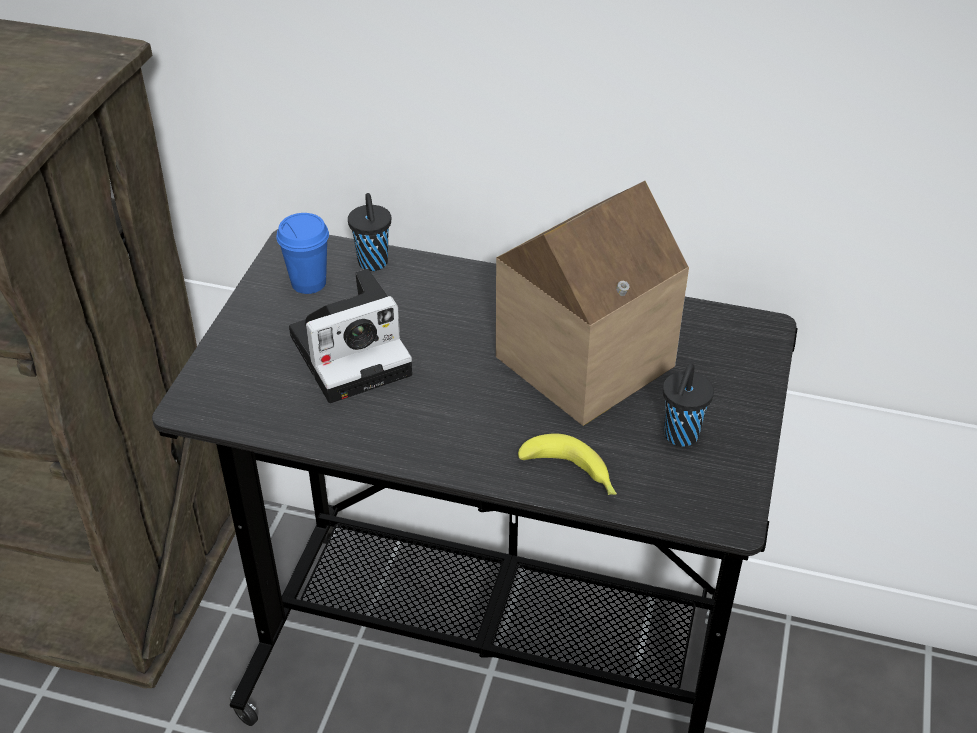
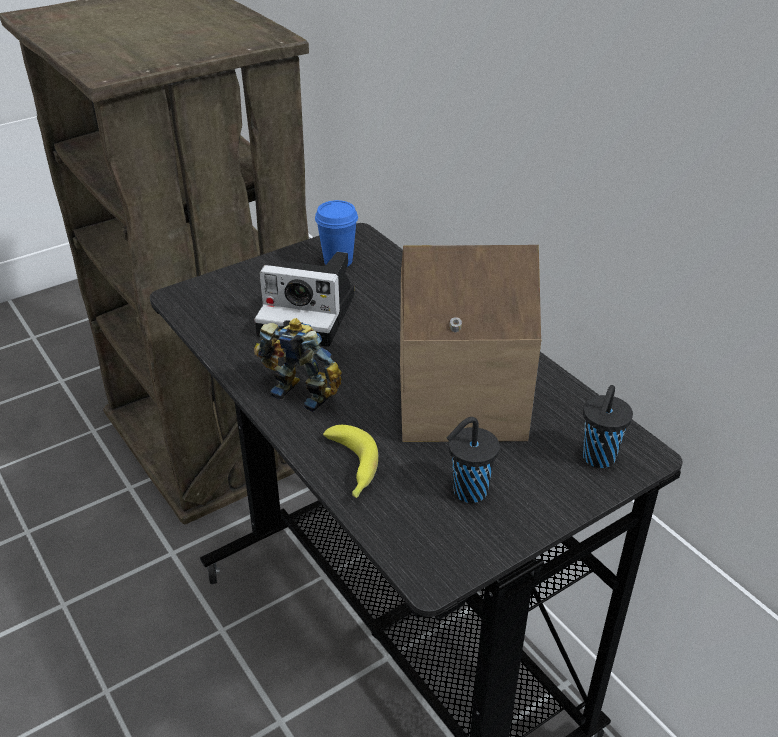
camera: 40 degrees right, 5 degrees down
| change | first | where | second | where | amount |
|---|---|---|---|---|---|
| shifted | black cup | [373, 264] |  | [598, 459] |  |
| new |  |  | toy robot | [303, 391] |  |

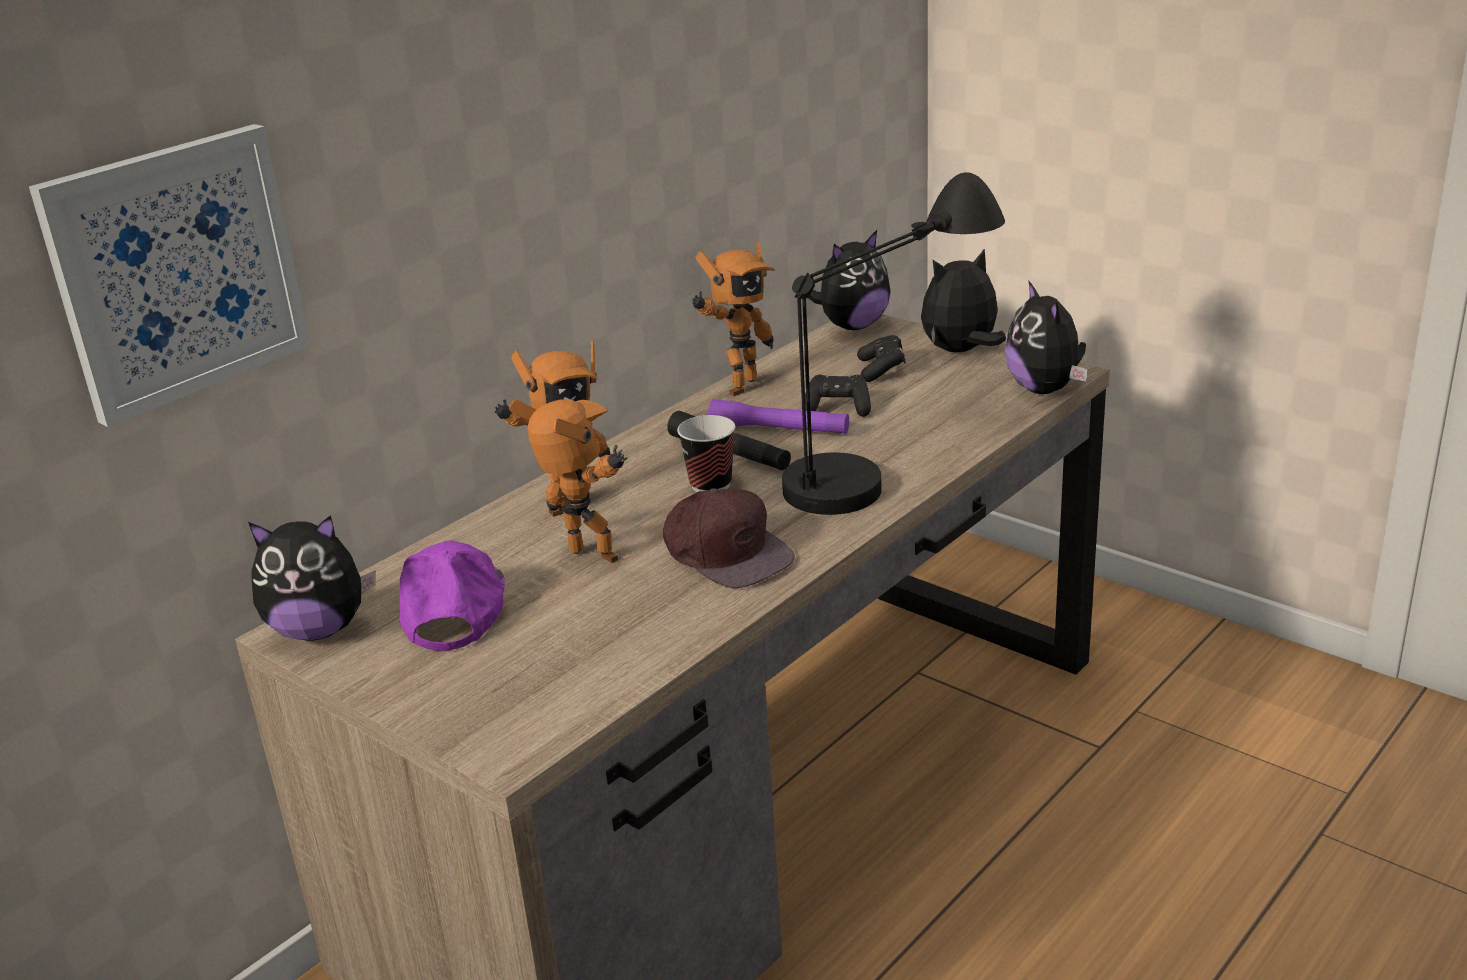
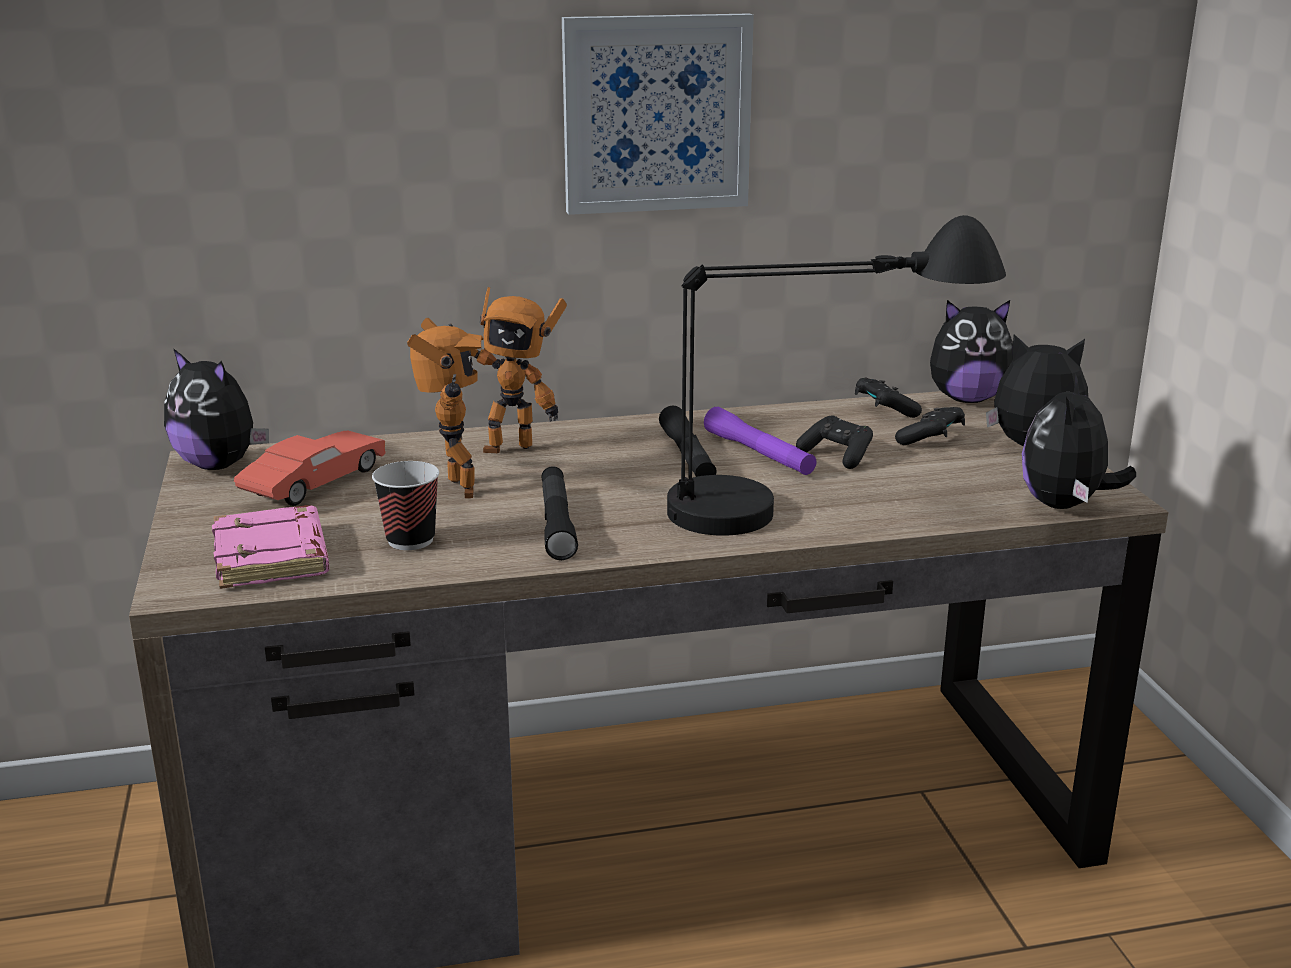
camera: 35 degrees right, 5 degrees down
| change | first | where | second | where | amount |
|---|---|---|---|---|---|
| shifted | picture | [177, 271] |  | [656, 113] |  |
| gone | toy robot | [737, 386] |  |  |  |
| shifted | cup | [710, 484] |  | [410, 540] |  |
| swapped | brown cap | [725, 551] | black flashlight | [557, 523] |  |
| swapped | purple cap | [452, 608] | red toy car | [314, 485] |  |
| new |  |  | black game controller | [884, 410] |  |
| new |  |  | pink book | [273, 557] |  |

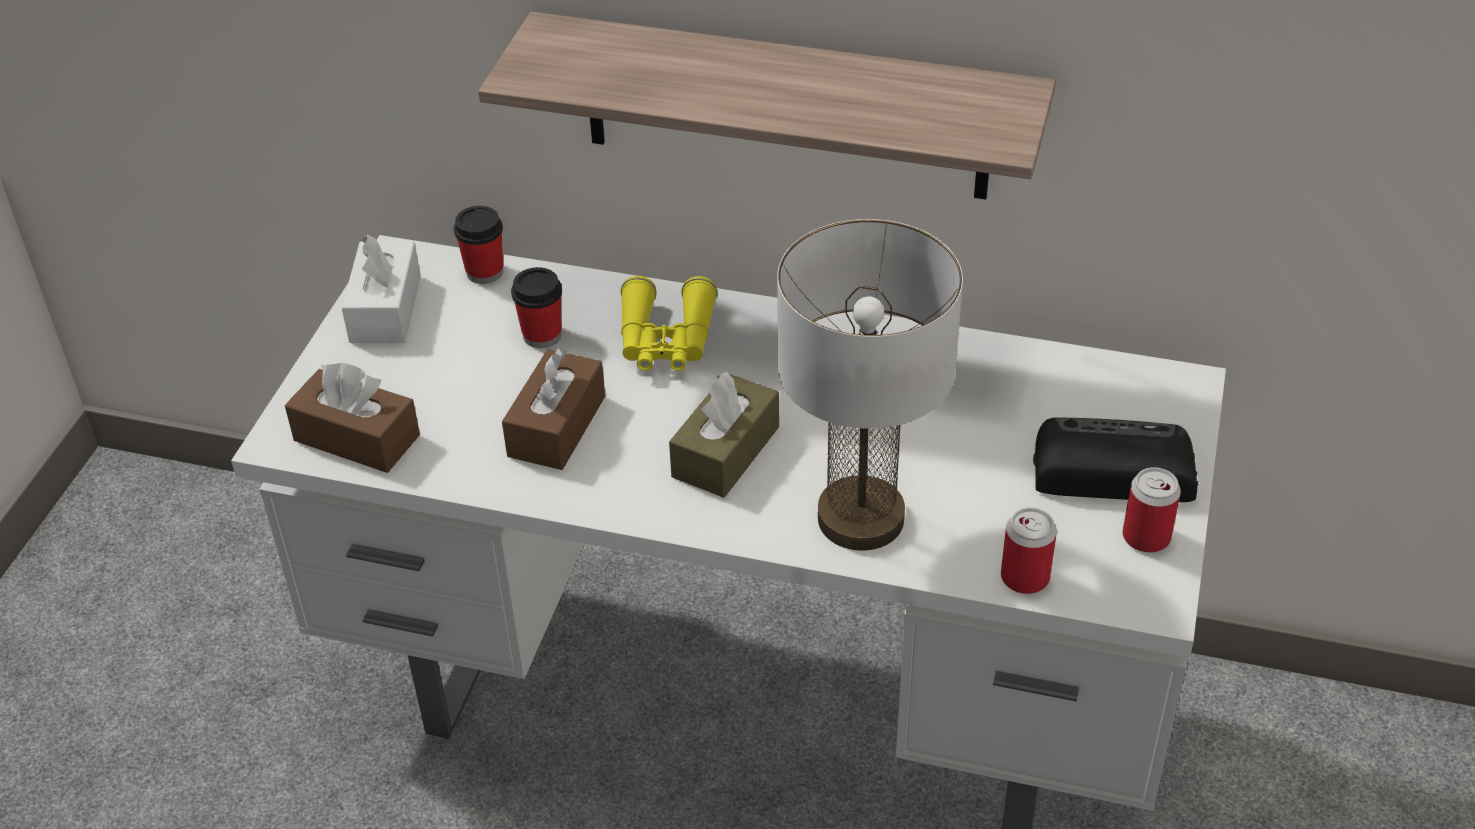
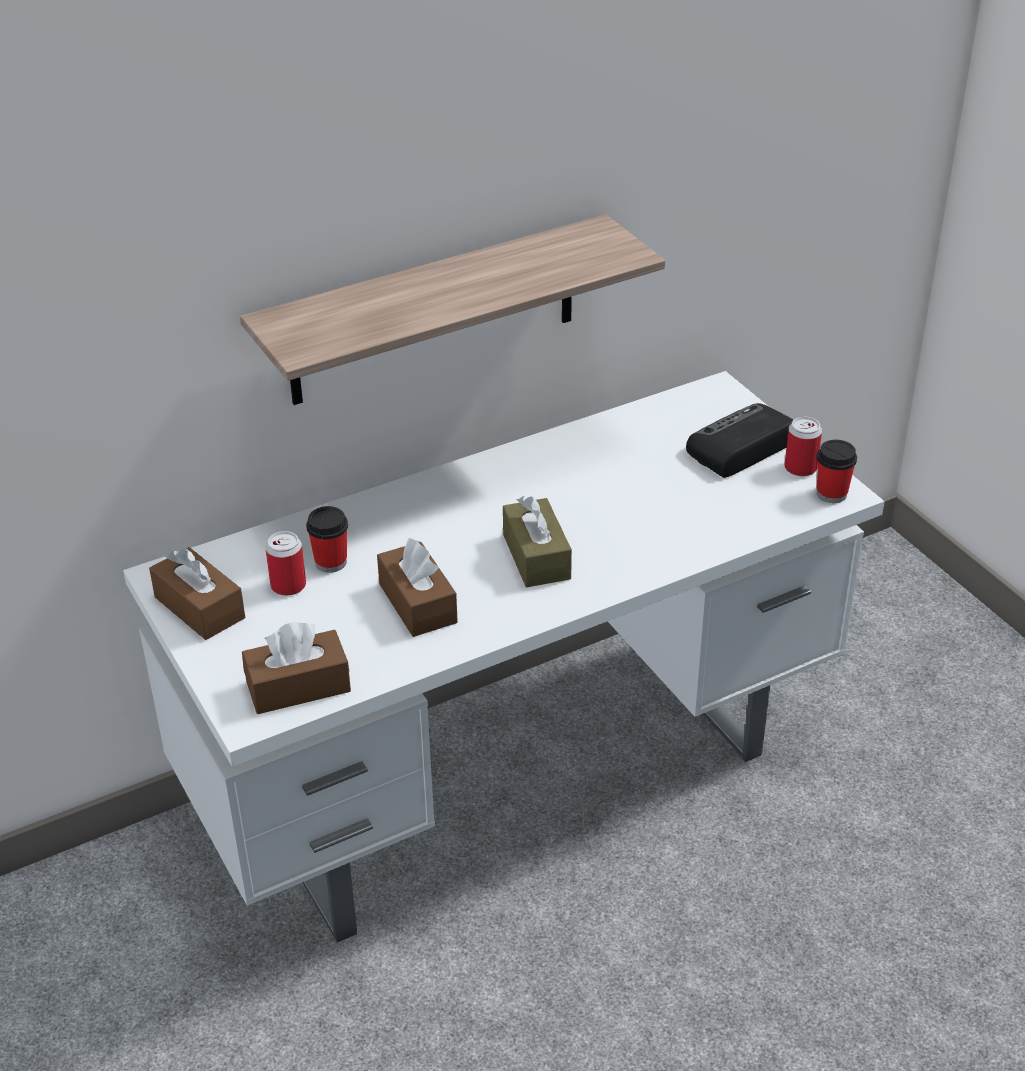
camera: 45 degrees left, 5 degrees down
| change | first | where | second | where | amount |
|---|---|---|---|---|---|
| shifted | cup | [484, 272] |  | [831, 494] |  |
| gone | table lamp | [859, 519] |  |  |  |
| repainted | white tissue box | [385, 309] | brown tissue box | [199, 607] |  |
| gone | yellow binoculars | [666, 340] |  |  |  |
| shifted | can | [1025, 577] |  | [288, 585] |  |

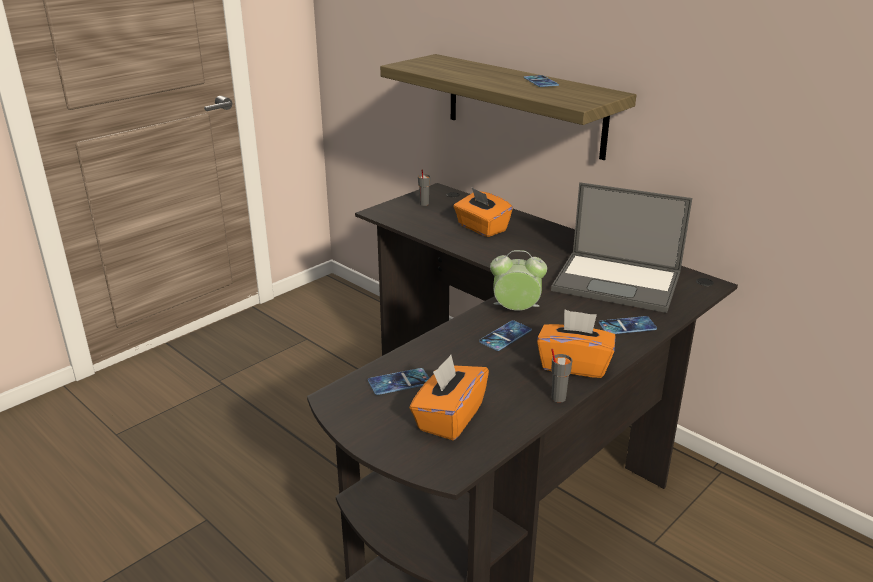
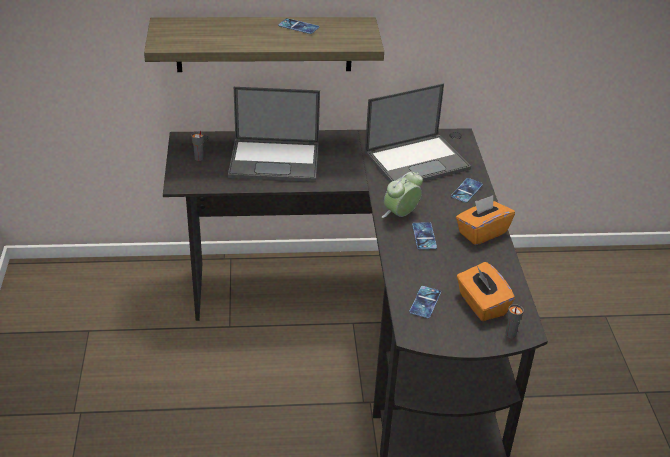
camera: 50 degrees left, 10 degrees up
| change | first | where | second | where | amount |
|---|---|---|---|---|---|
| swapped | orange tissue box | [481, 228] | laptop | [276, 160] |  |
| shifted | grey cup | [558, 398] |  | [510, 334] |  |

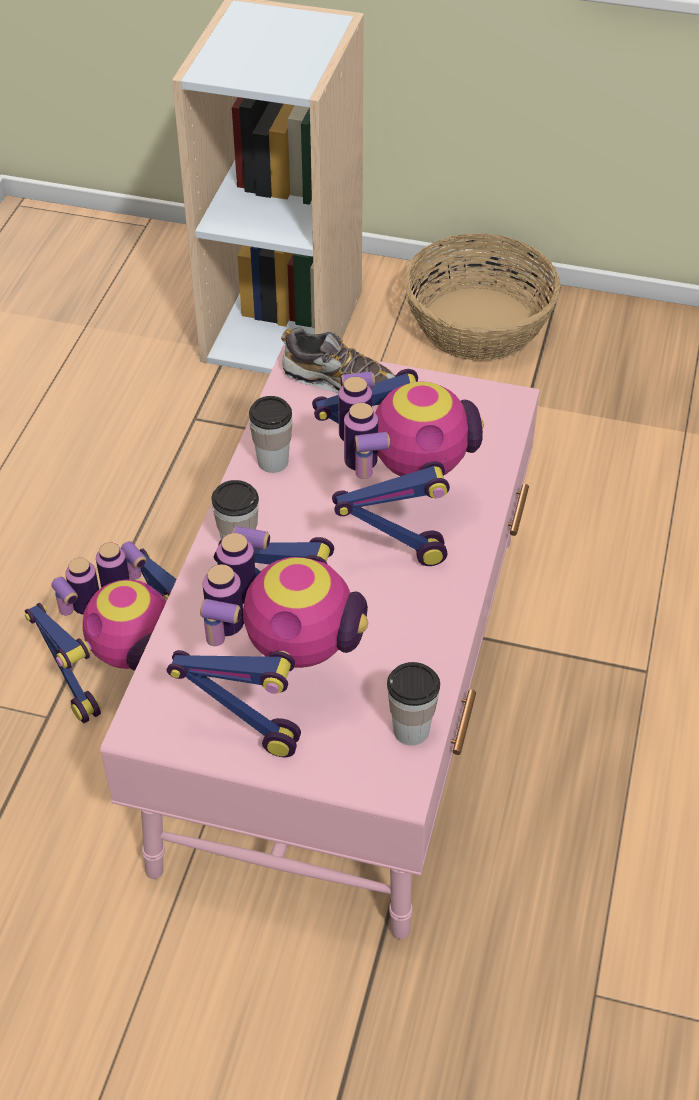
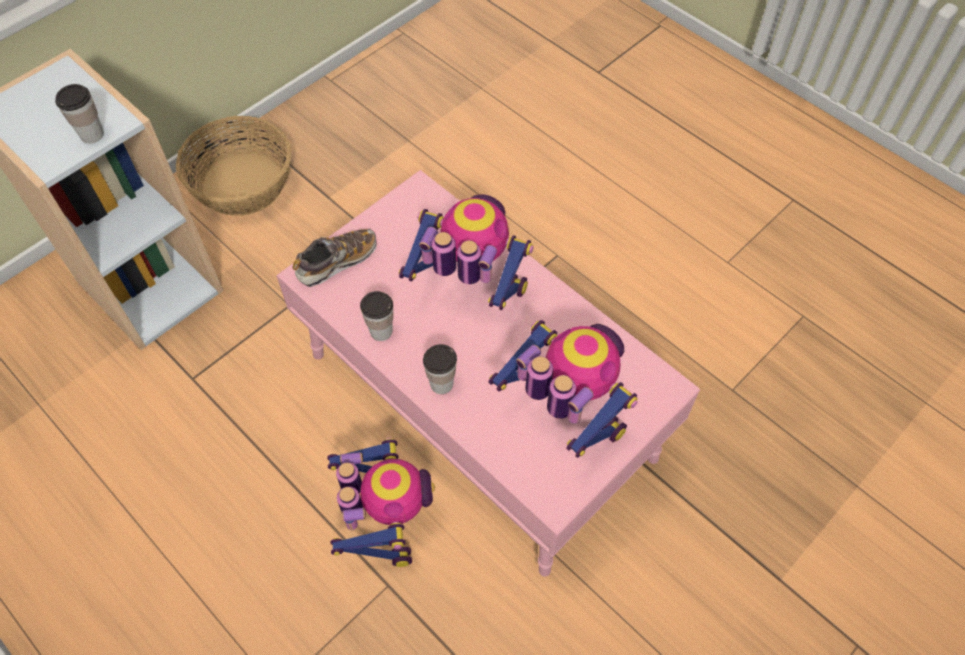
camera: 60 degrees left, 10 degrees up
| change | first | where | second | where | amount |
|---|---|---|---|---|---|
| shifted | cup | [411, 730] |  | [92, 135] |  |

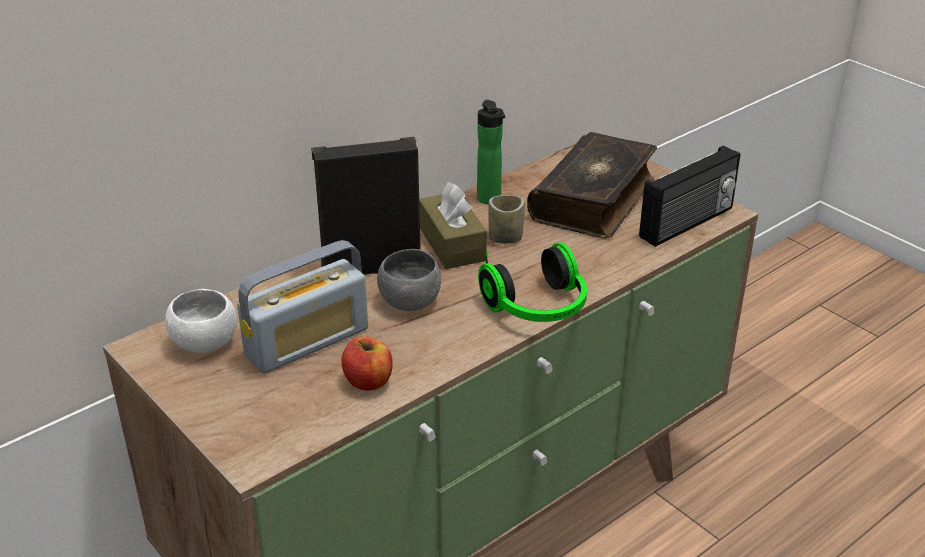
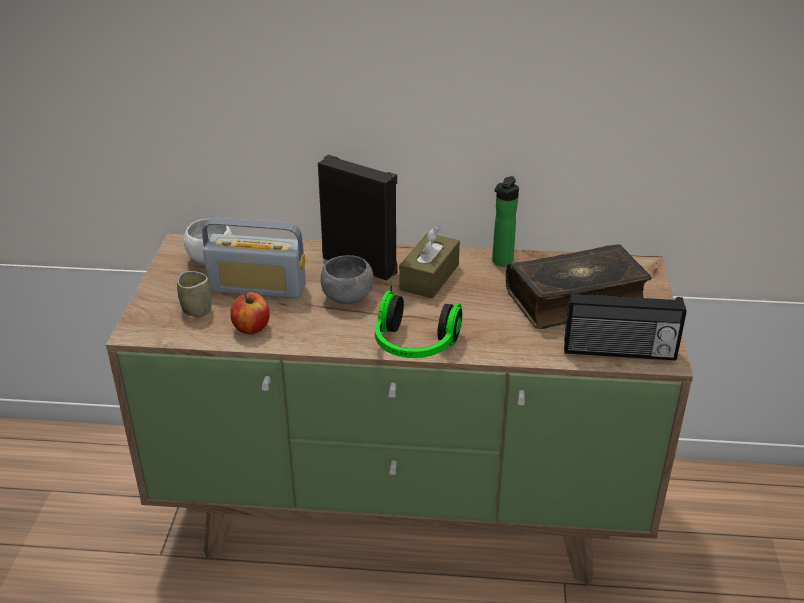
camera: 45 degrees right, 0 degrees up
| change | first | where | second | where | amount |
|---|---|---|---|---|---|
| shifted | cup | [505, 238] |  | [197, 310] |  |

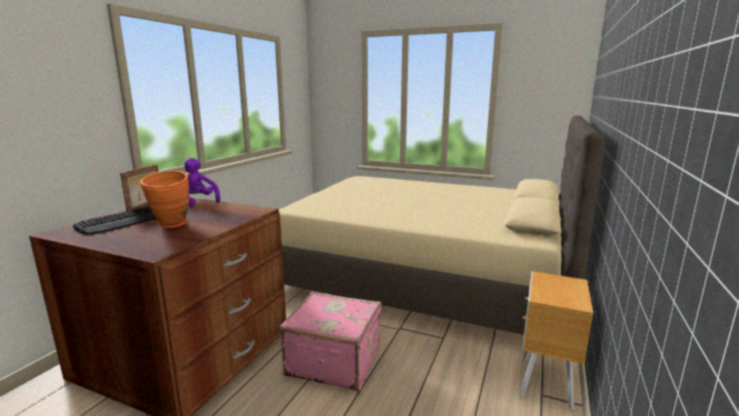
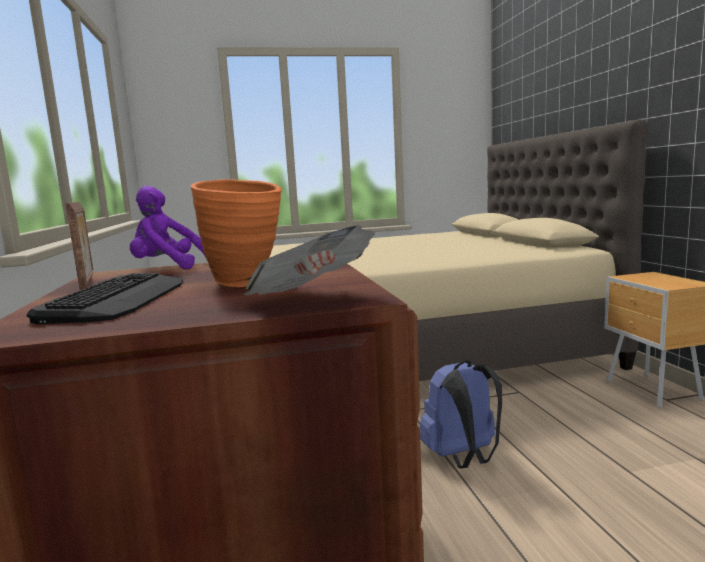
camera: 35 degrees left, 5 degrees down
| change | first | where | second | where | amount |
|---|---|---|---|---|---|
| swapped | pink suitcase | [334, 361] | blue backpack | [463, 458] |  |
| new |  |  | newspaper | [310, 300] |  |

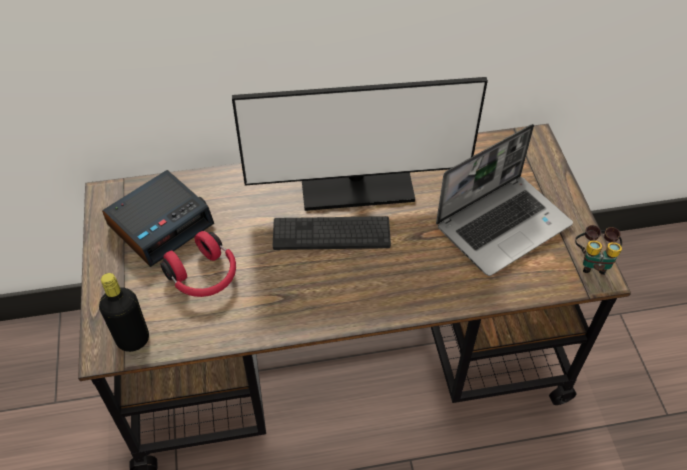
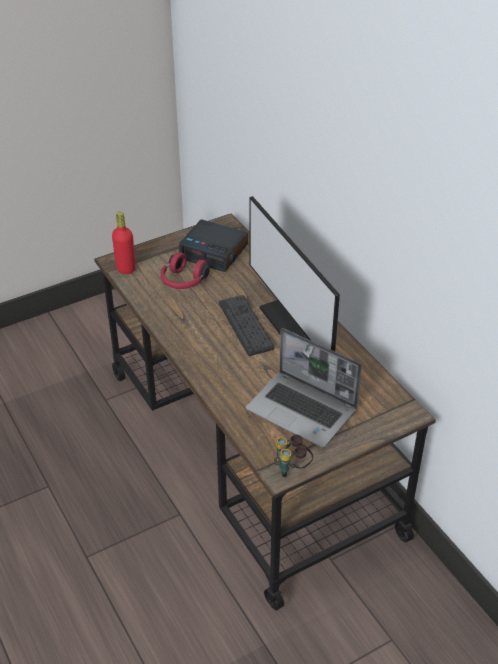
camera: 70 degrees right, 10 degrees down
| change | first | where | second | where | amount |
|---|---|---|---|---|---|
| repainted | black bottle | [133, 340] | red bottle | [126, 269] |  |

